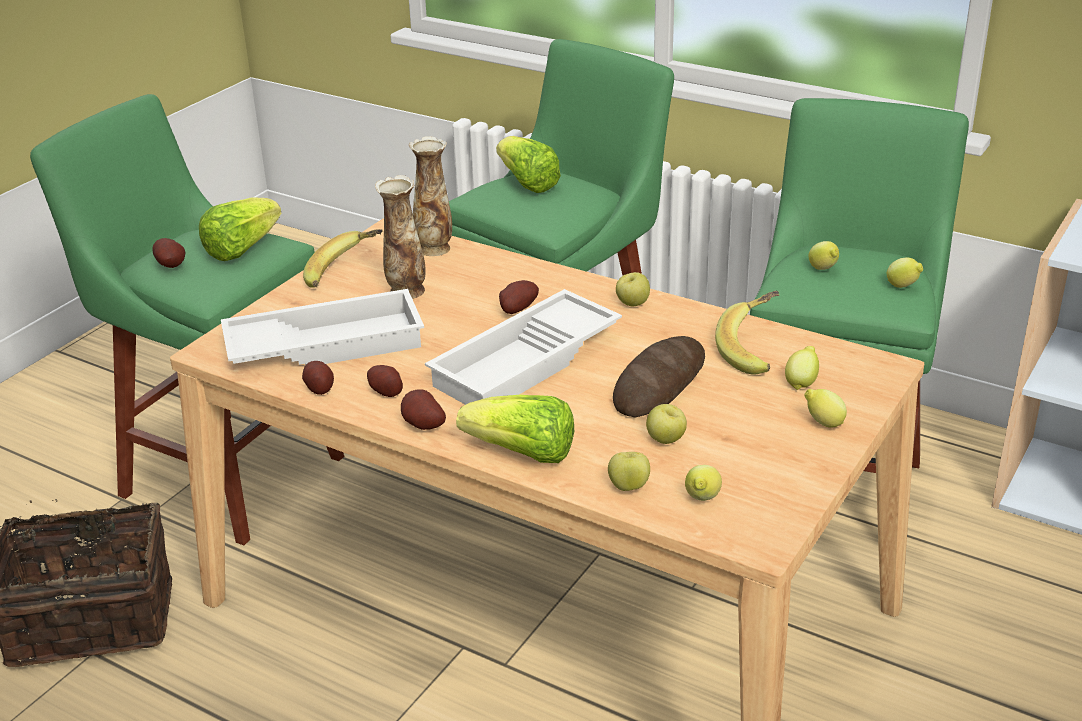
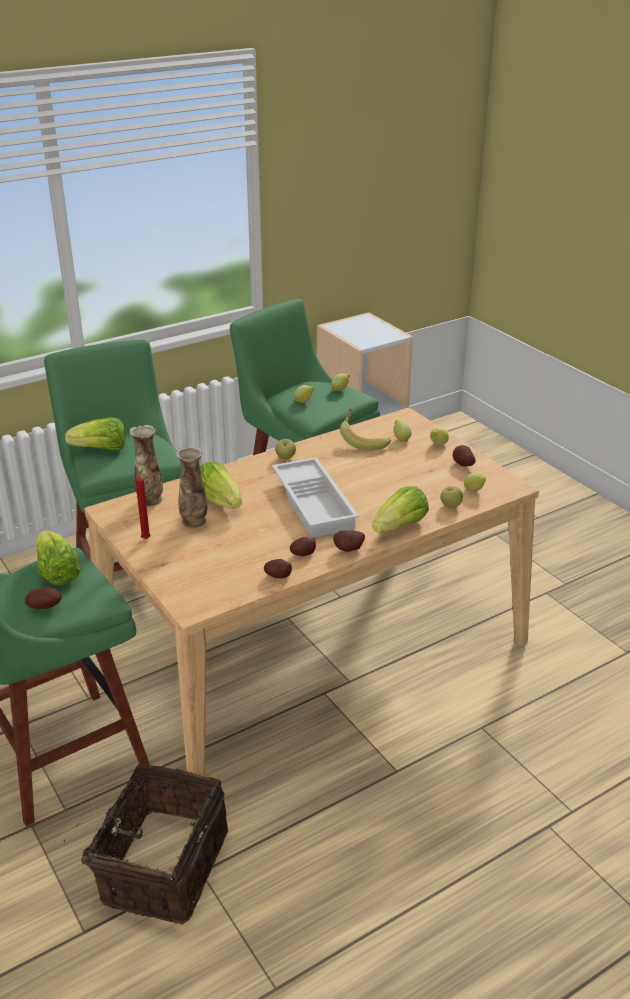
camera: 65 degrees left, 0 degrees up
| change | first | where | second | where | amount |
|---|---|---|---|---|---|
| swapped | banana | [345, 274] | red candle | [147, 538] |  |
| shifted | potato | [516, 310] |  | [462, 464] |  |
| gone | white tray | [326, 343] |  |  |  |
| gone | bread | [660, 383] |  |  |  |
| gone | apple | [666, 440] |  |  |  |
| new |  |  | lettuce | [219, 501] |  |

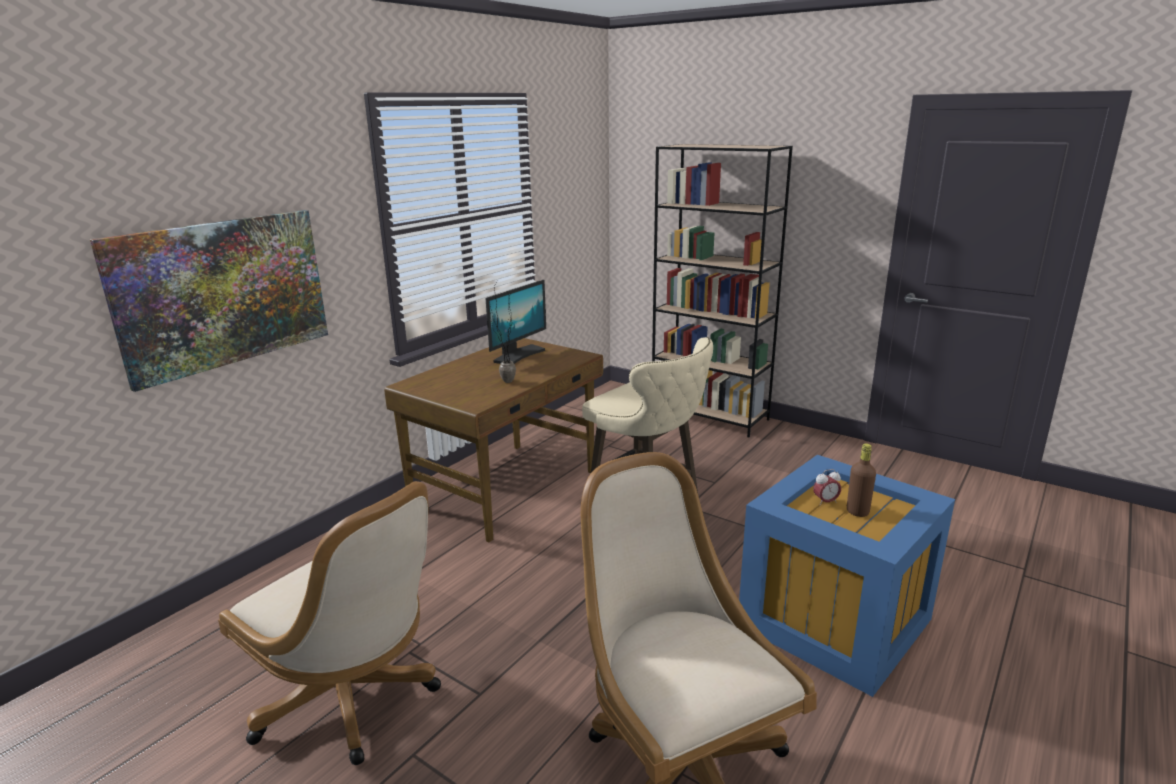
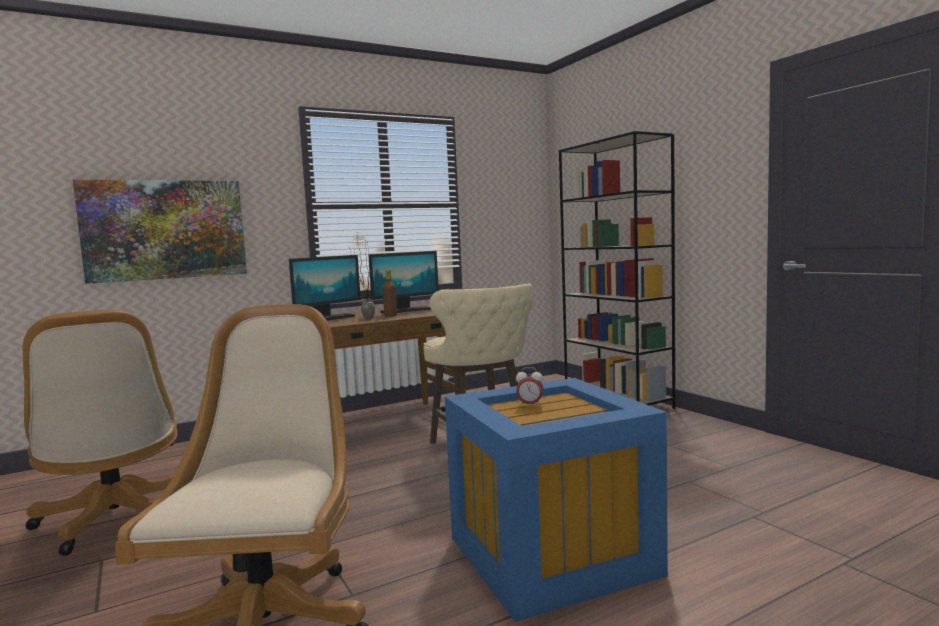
camera: 25 degrees right, 15 degrees down
| change | first | where | second | where | amount |
|---|---|---|---|---|---|
| shifted | brown bottle | [857, 512] |  | [390, 315] |  |
| new |  |  | monitor | [328, 318] |  |

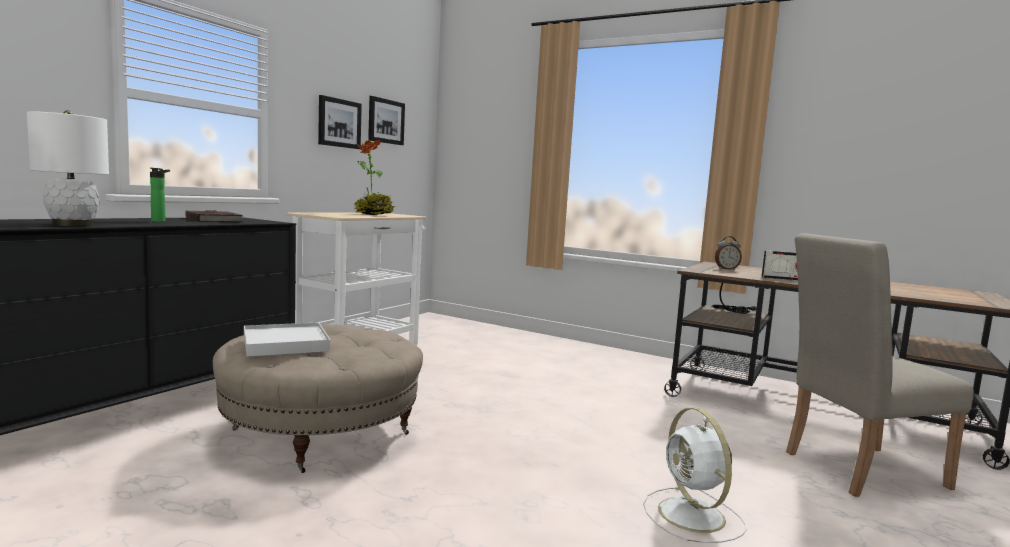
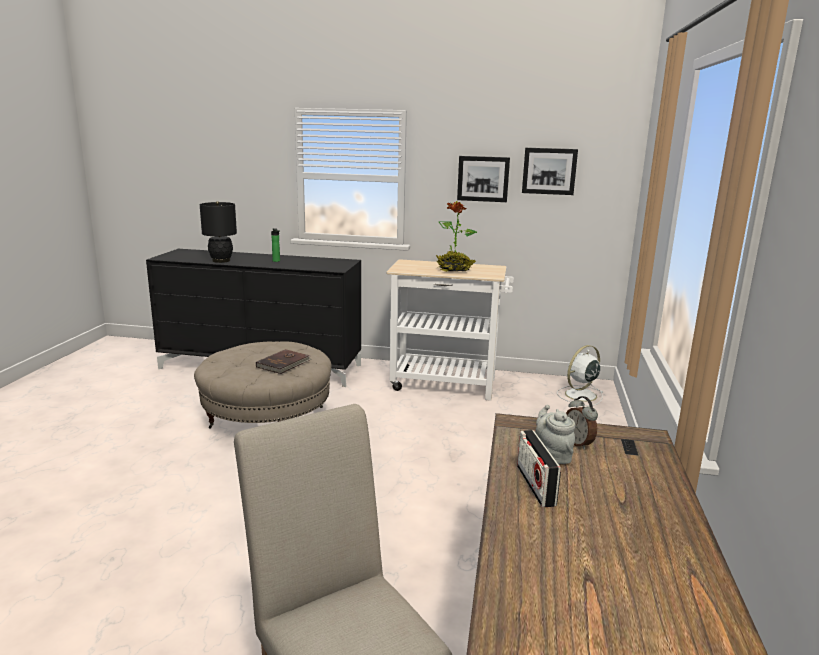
camera: 70 degrees right, 10 degrees up
| change | first | where | second | where | amount |
|---|---|---|---|---|---|
| repainted | white table lamp | [72, 225] | black table lamp | [221, 260] |  |
| shifted | brown book | [214, 219] |  | [284, 363] |  |
| gone | white tray | [286, 343] |  |  |  |
| shifted | white fan | [693, 516] |  | [579, 395] |  |
| new |  |  | grey teapot | [552, 455] |  |

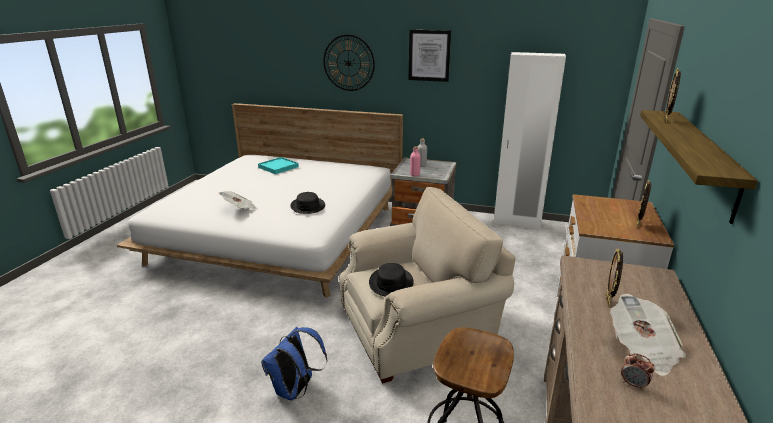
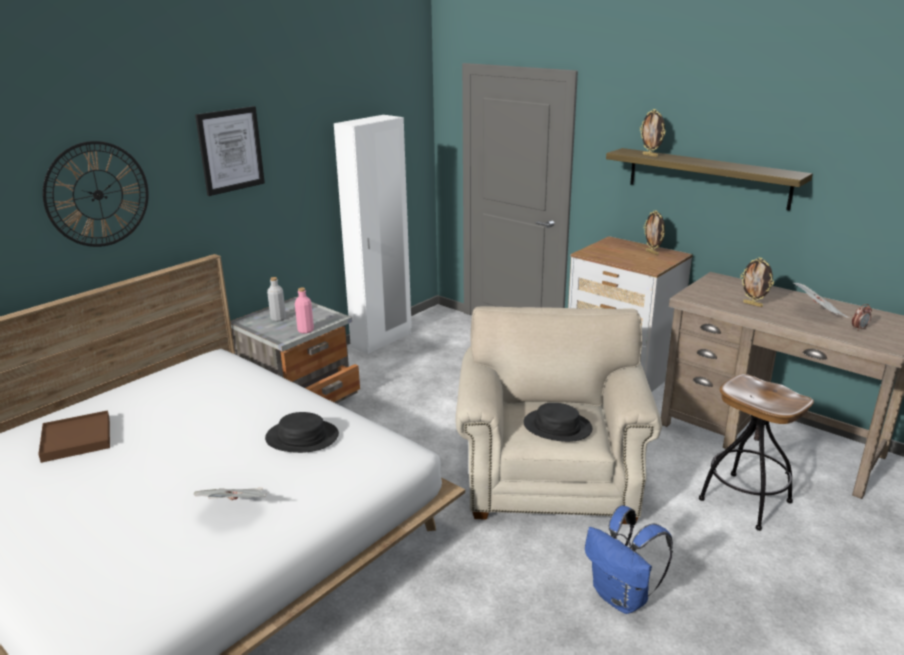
camera: 65 degrees left, 0 degrees up
| change | first | where | second | where | amount |
|---|---|---|---|---|---|
| repainted | turquoise tray | [278, 167] | brown tray | [77, 439] |  |

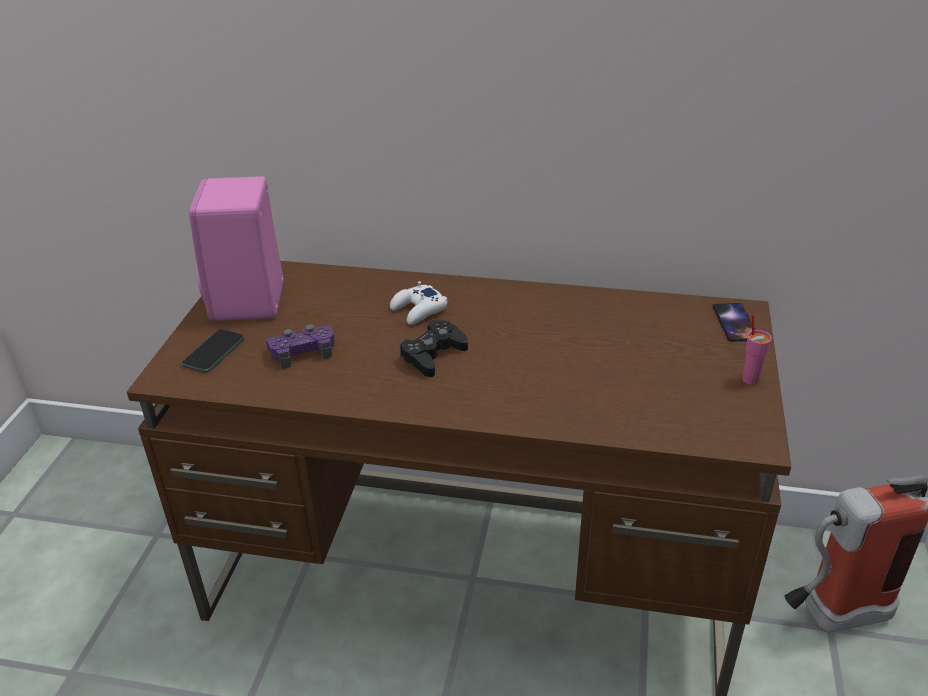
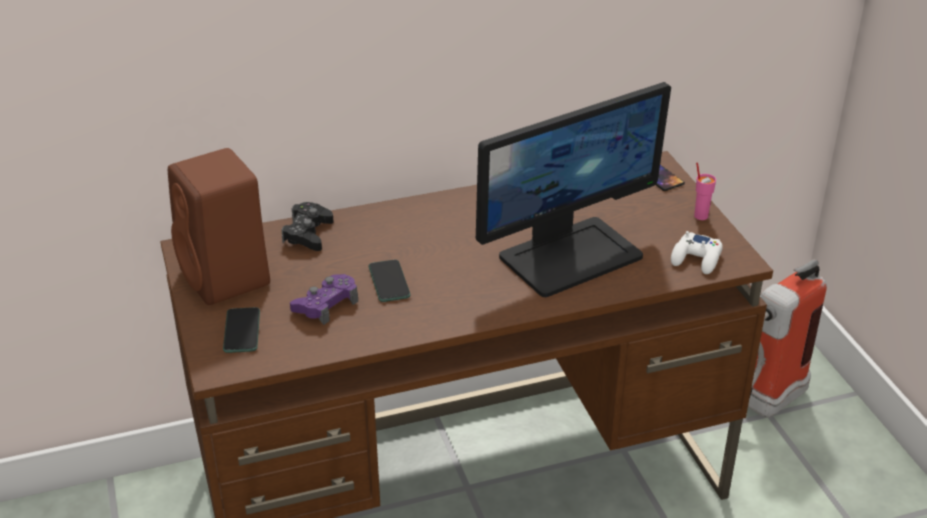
camera: 30 degrees left, 0 degrees up
| change | first | where | second | where | amount |
|---|---|---|---|---|---|
| repainted | pink speaker | [248, 303] | brown speaker | [227, 279] |  |
| shifted | white game controller | [419, 310] |  | [696, 259] |  |
| shifted | black game controller | [433, 355] |  | [308, 234] |  |
| new |  |  | monitor | [569, 255] |  |
| new |  |  | phone | [389, 282] |  |

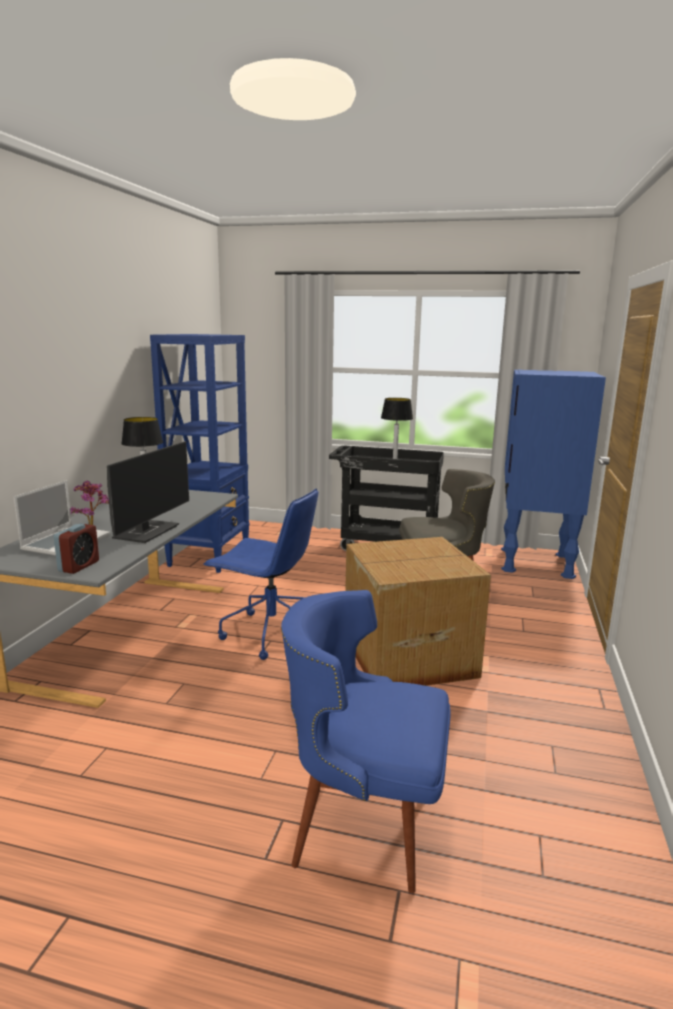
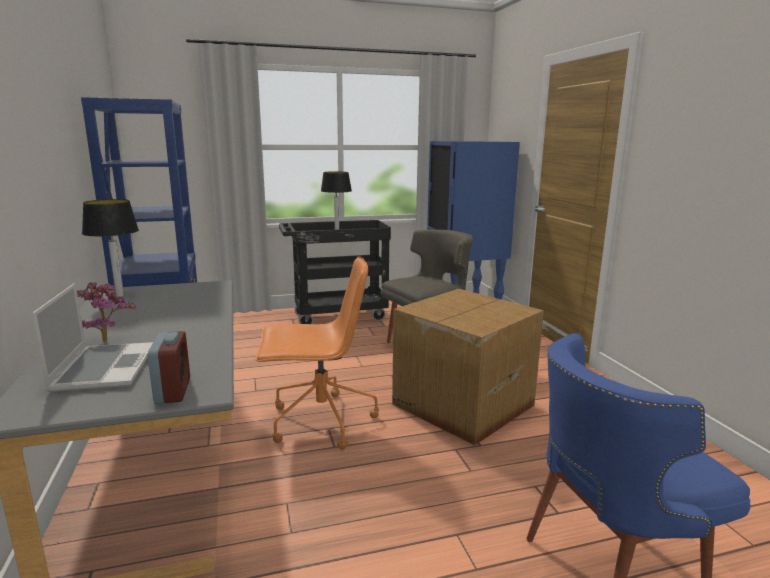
camera: 30 degrees left, 0 degrees up
| change | first | where | second | where | amount |
|---|---|---|---|---|---|
| gone | monitor | [147, 531] |  |  |  |
| repainted | blue office chair | [267, 633] | orange office chair | [316, 422] |  |

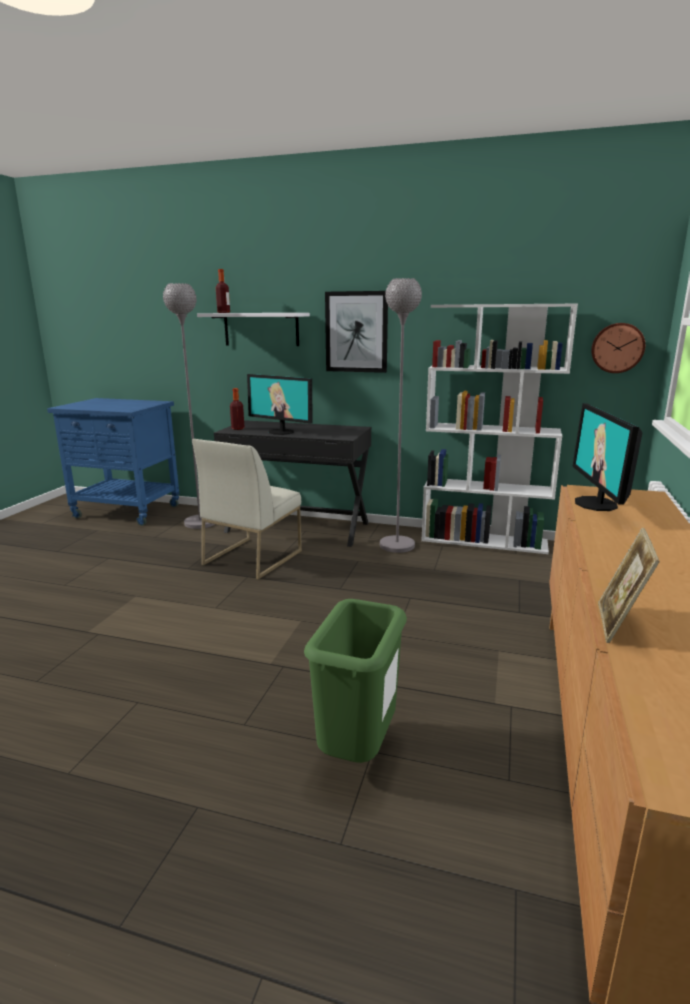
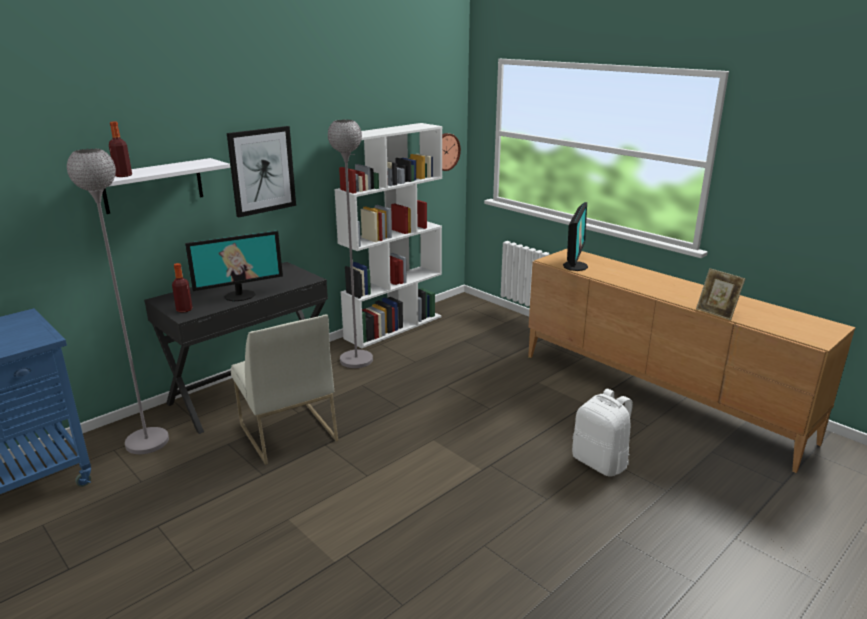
camera: 60 degrees left, 5 degrees up
| change | first | where | second | where | amount |
|---|---|---|---|---|---|
| rotated | monitor | [597, 504] |  | [574, 266] | 105 degrees counterclockwise |
| swapped | green trash can | [358, 751] | white backpack | [600, 462] |  |

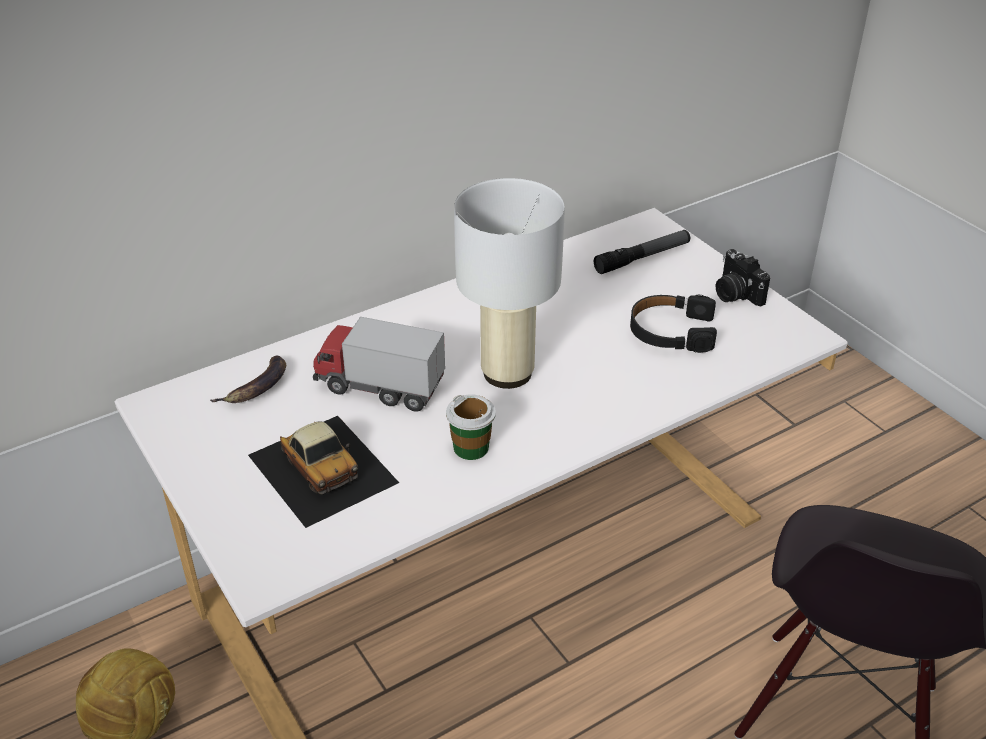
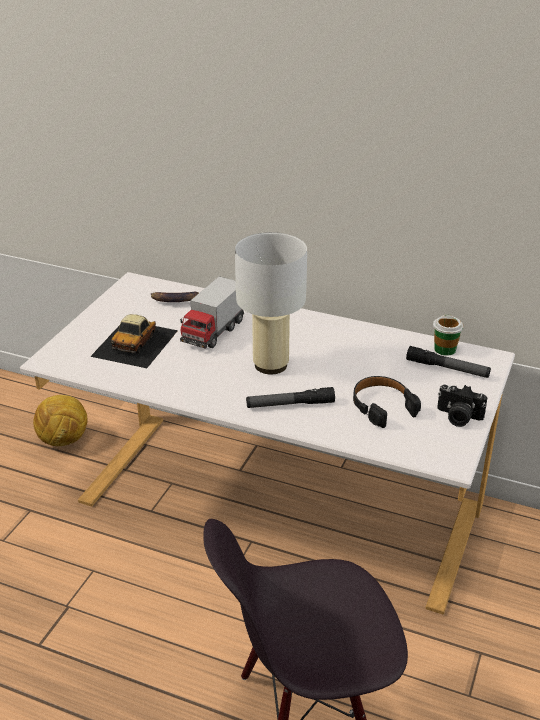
camera: 55 degrees right, 5 degrees down
| change | first | where | second | where | amount |
|---|---|---|---|---|---|
| rotated | photo camera | [735, 294] |  | [458, 417] | 90 degrees counterclockwise |
| rotated | toy truck | [380, 387] |  | [213, 332] | 135 degrees counterclockwise |
| shifted | cup | [471, 448] |  | [445, 349] |  |
| new |  |  | flashlight | [290, 404] |  |

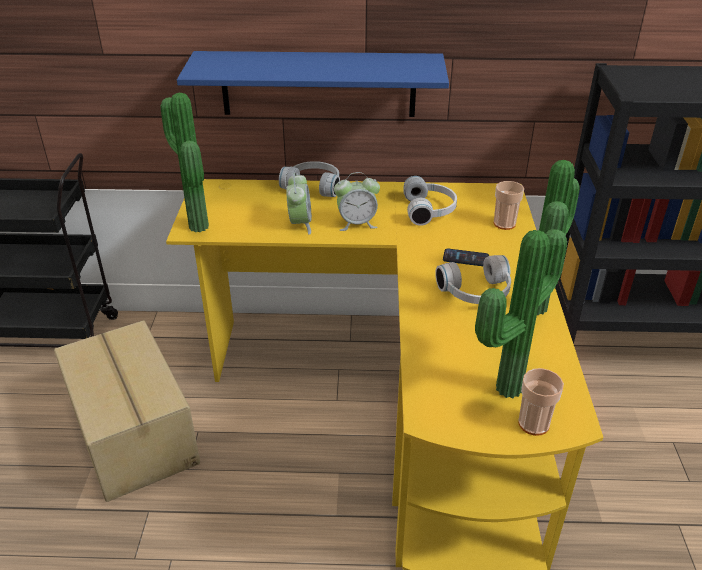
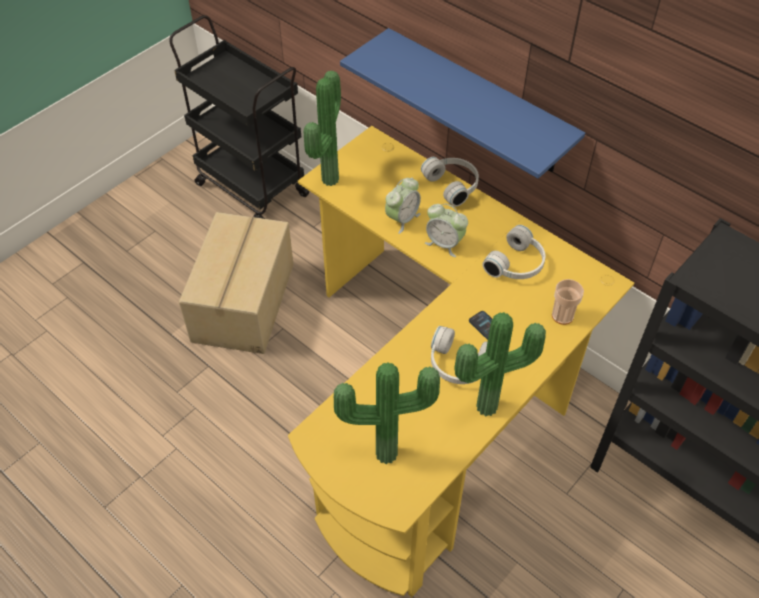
camera: 40 degrees right, 15 degrees up
| change | first | where | second | where | amount |
|---|---|---|---|---|---|
| gone | cup | [533, 424] |  |  |  |

